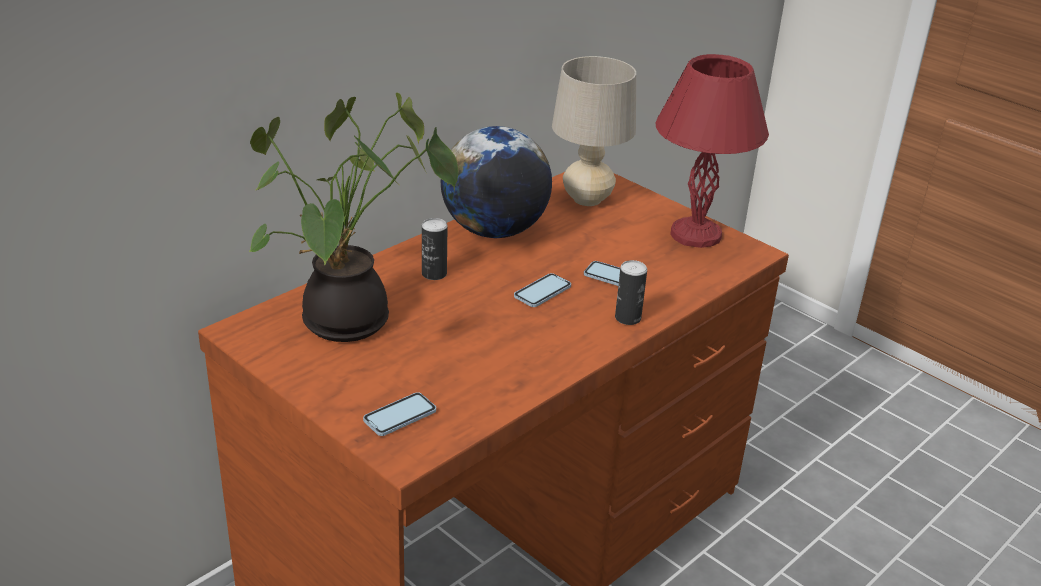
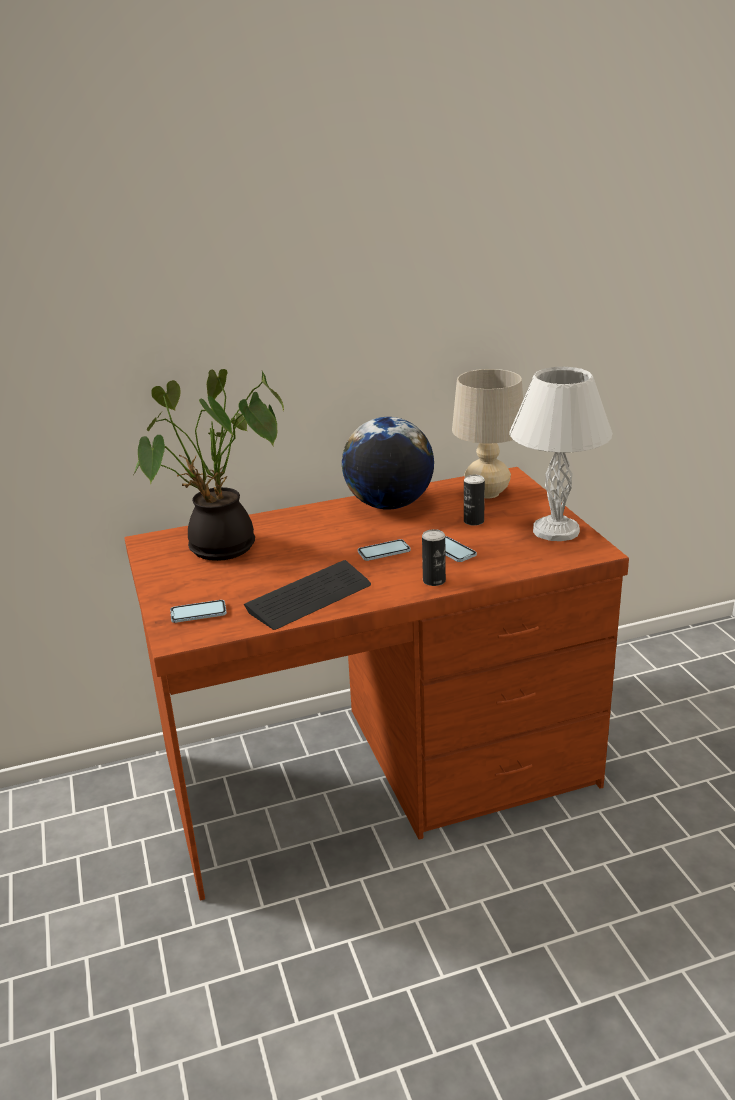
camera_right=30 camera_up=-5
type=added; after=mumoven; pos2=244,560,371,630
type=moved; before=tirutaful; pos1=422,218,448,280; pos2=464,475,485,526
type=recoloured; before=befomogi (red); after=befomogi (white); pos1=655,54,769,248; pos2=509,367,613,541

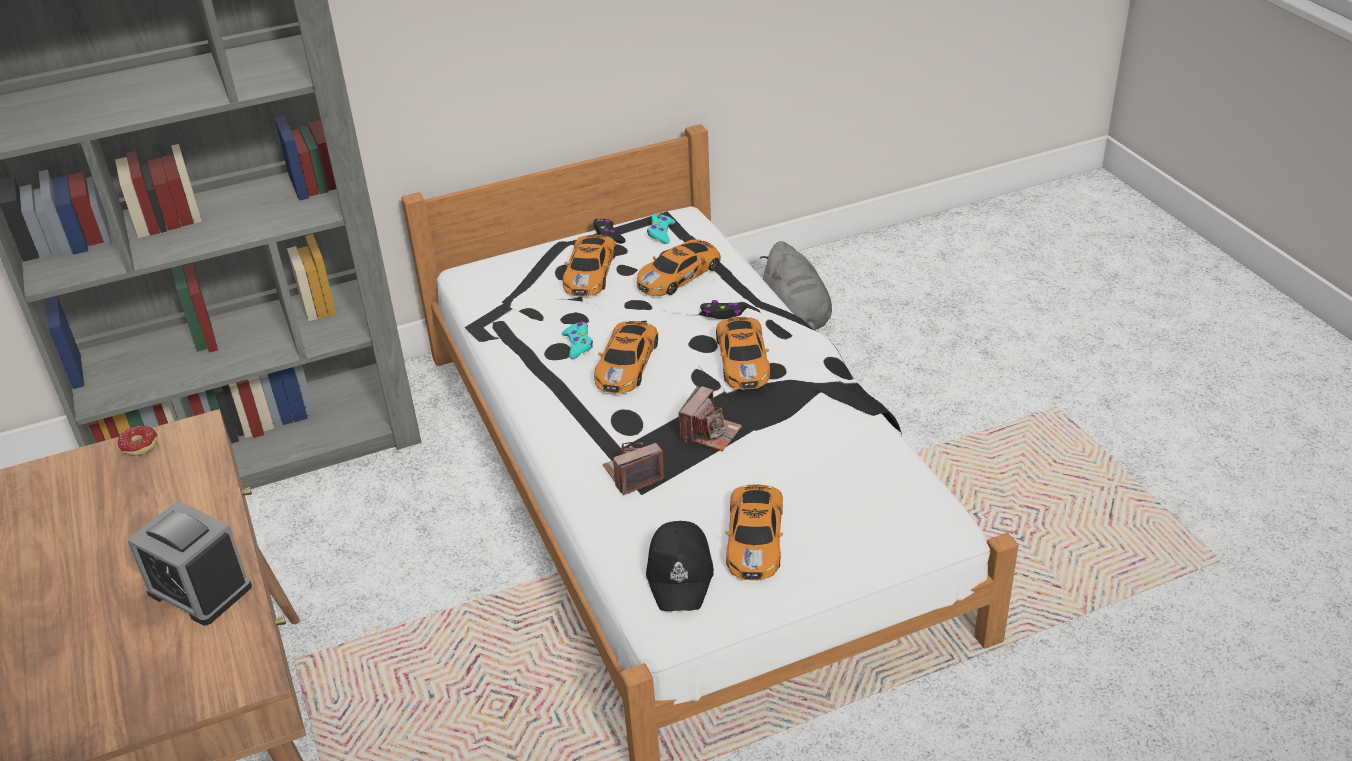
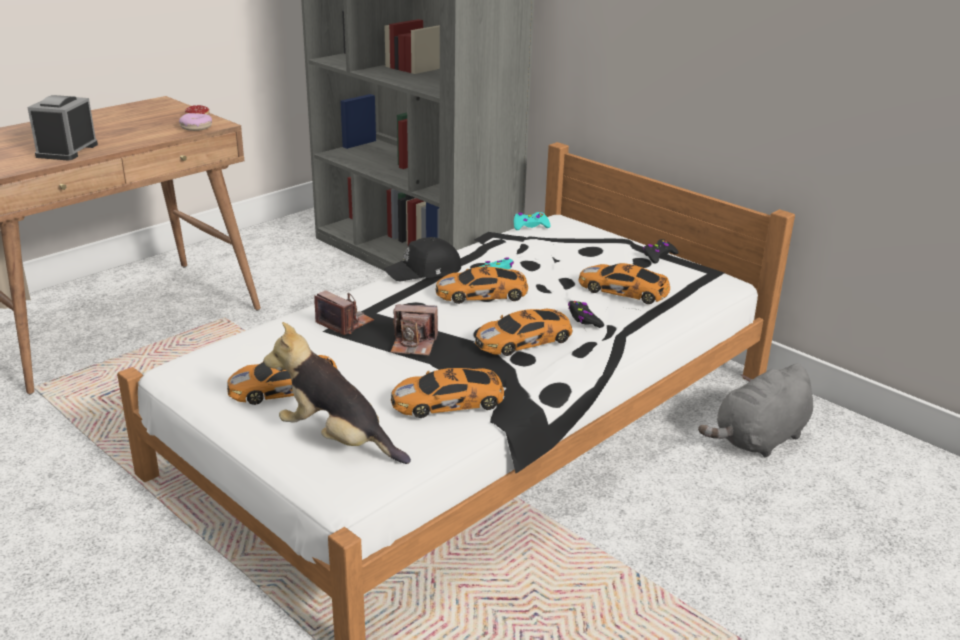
camera_right=65 camera_up=-10
type=added; after=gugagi; pos2=179,113,212,131
type=added; after=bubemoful; pos2=264,322,411,464
type=moved; before=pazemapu; pos1=563,235,616,297; pos2=391,368,504,418
type=moved; before=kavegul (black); pos1=646,521,714,611; pos2=384,237,461,281
type=moved; before=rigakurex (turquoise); pos1=647,214,675,244; pos2=514,212,550,230

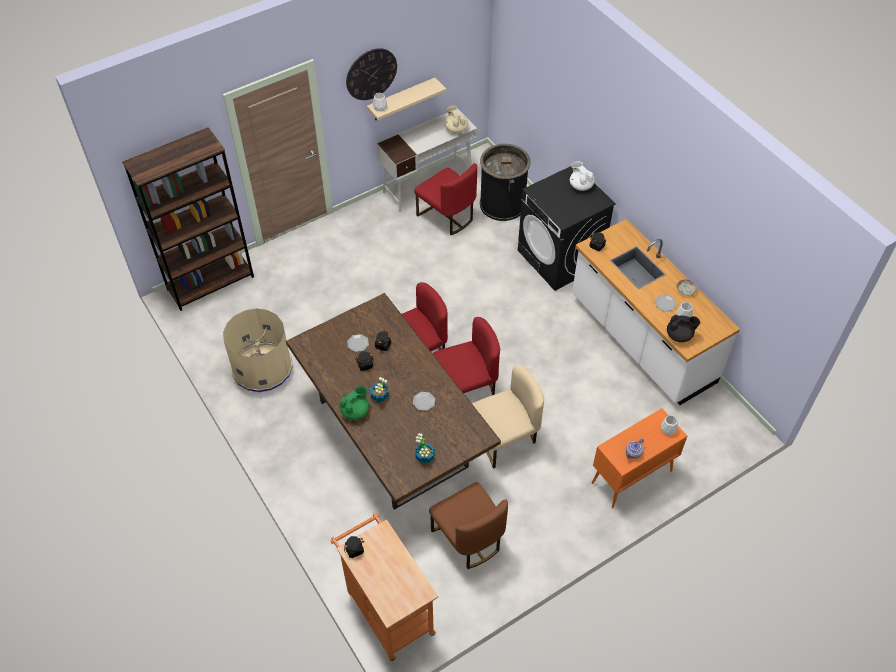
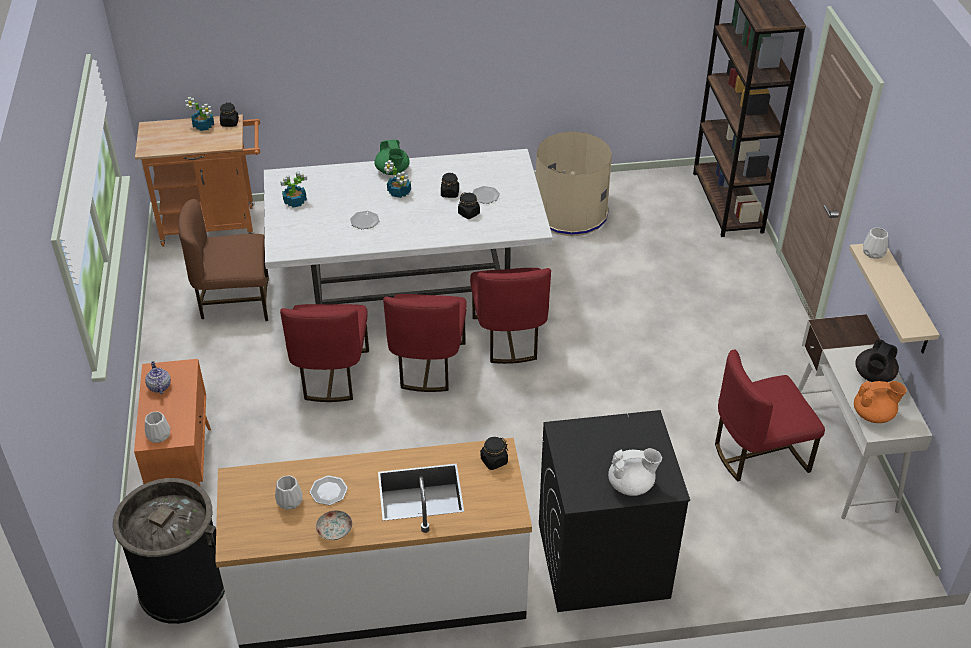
camera_right=115 camera_up=-10
type=removed; before=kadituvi; pos1=346,48,397,100
type=added; after=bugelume; pos2=185,97,214,131
type=moved; before=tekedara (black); pos1=480,144,531,221; pos2=113,478,225,624
type=moved; before=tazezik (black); pos1=667,315,700,342; pos2=855,339,899,382
type=recoloured; before=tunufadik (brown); after=tunufadik (white); pos1=286,293,501,510; pos2=264,149,553,304
type=recoloured; before=tazezik (beige); after=tazezik (orange); pos1=445,106,468,133; pos2=854,381,907,423
type=recoloured; before=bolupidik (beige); after=bolupidik (red); pos1=472,365,544,469; pos2=280,304,369,402

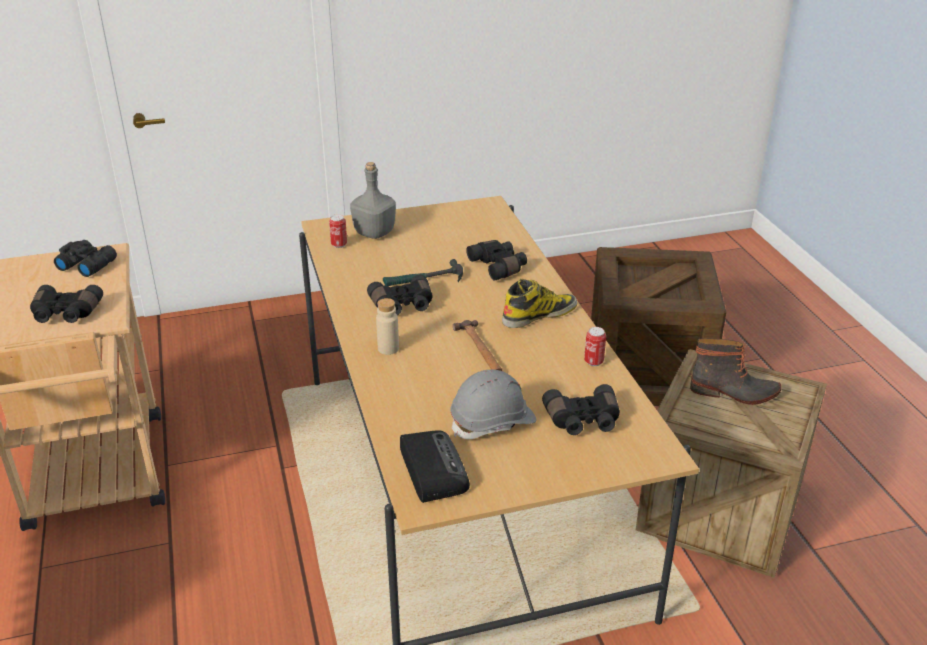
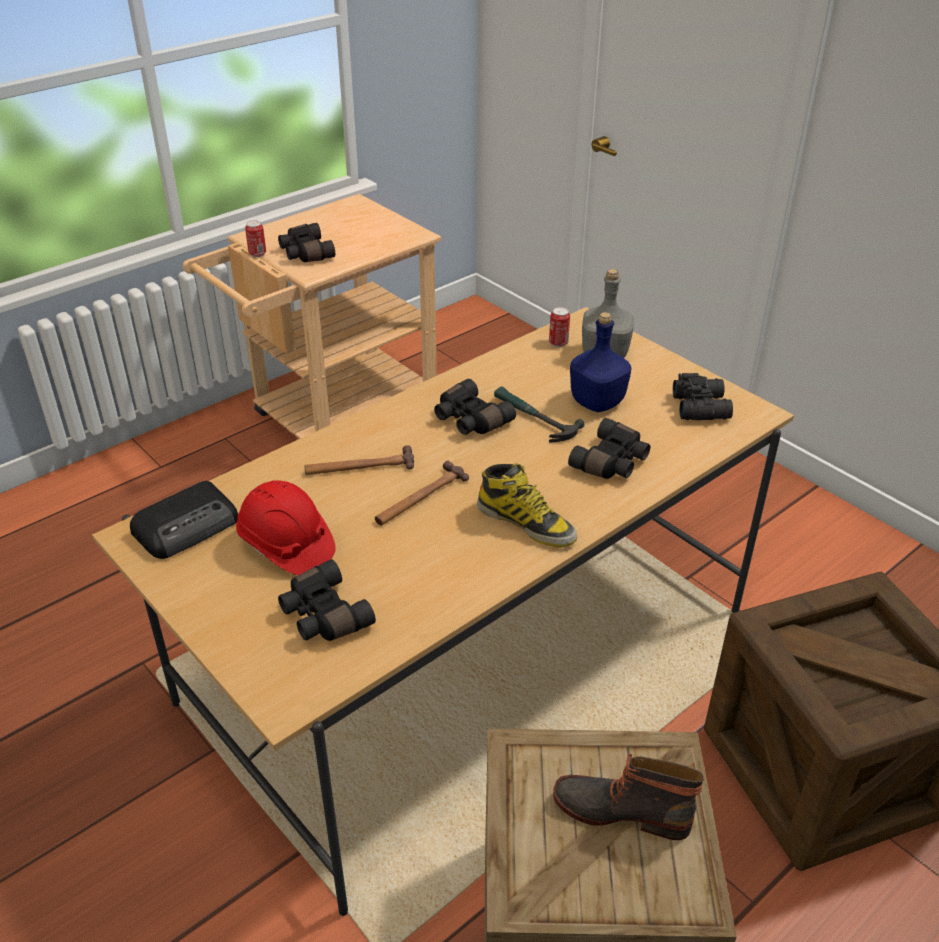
camera_right=65 camera_up=5
type=removed; before=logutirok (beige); pos1=376,298,399,355
type=added; after=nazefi; pos2=305,445,414,475
type=added; after=logutirok (blue); pos2=570,312,631,412
type=moved; before=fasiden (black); pos1=54,240,117,277; pos2=673,373,733,420
type=moved; before=tirutaful; pos1=584,327,606,366; pos2=245,220,266,257
type=recoloured; before=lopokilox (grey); after=lopokilox (red); pos1=450,370,536,439; pos2=236,480,336,576
type=turned; before=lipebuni; pos1=690,338,781,405; pos2=553,754,704,840; turn=120

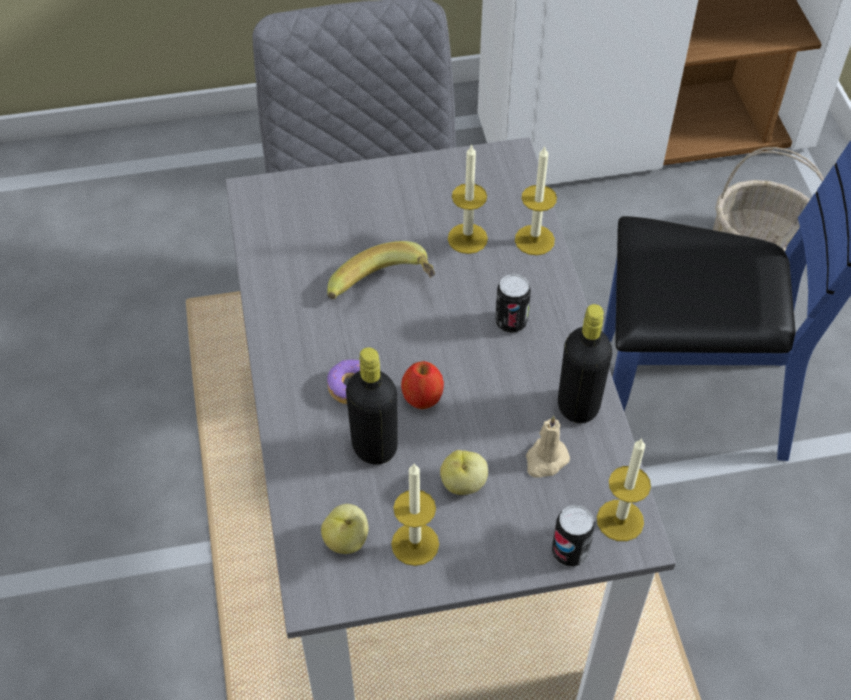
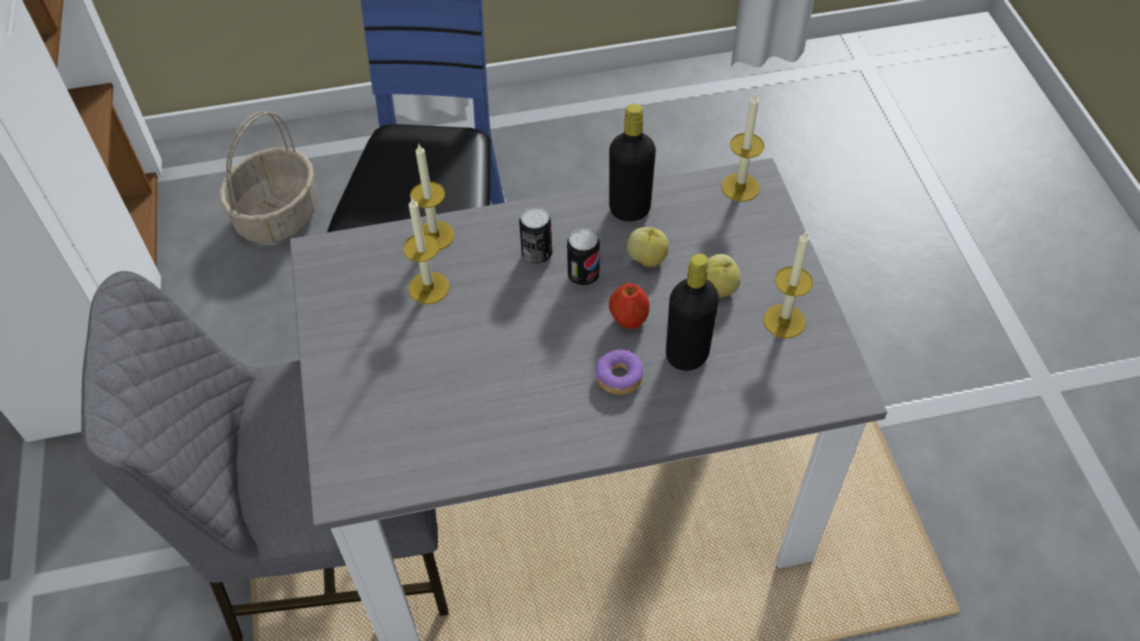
camera_right=-90 camera_up=0
type=removed; before=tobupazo; pos1=327,241,435,299
type=removed; before=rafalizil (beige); pos1=526,415,570,478
type=moved; before=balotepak; pos1=321,504,368,554; pos2=627,227,669,267
type=moved; before=tirutaful; pos1=552,505,595,567; pos2=567,228,600,286

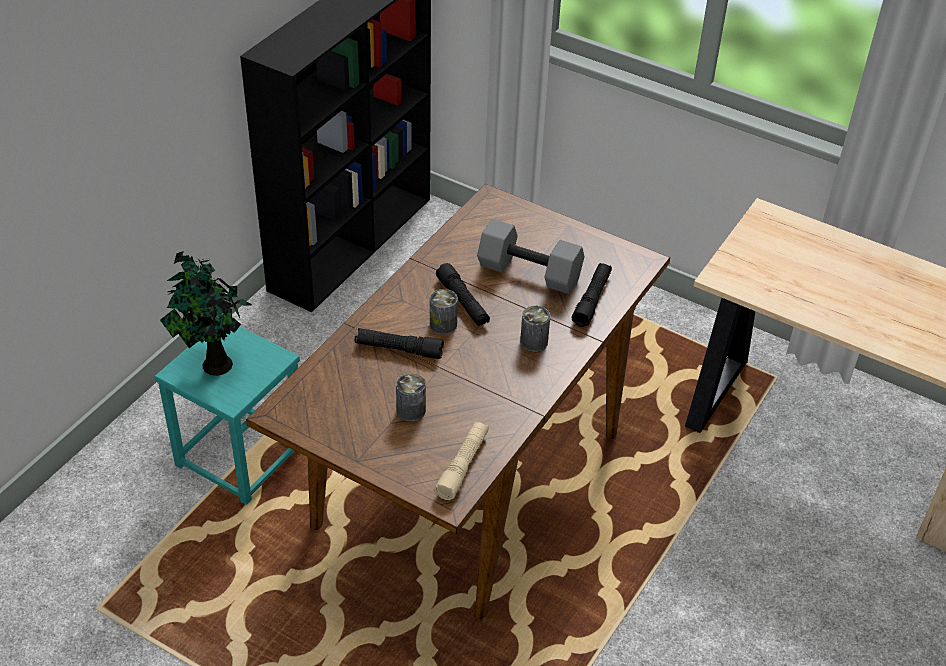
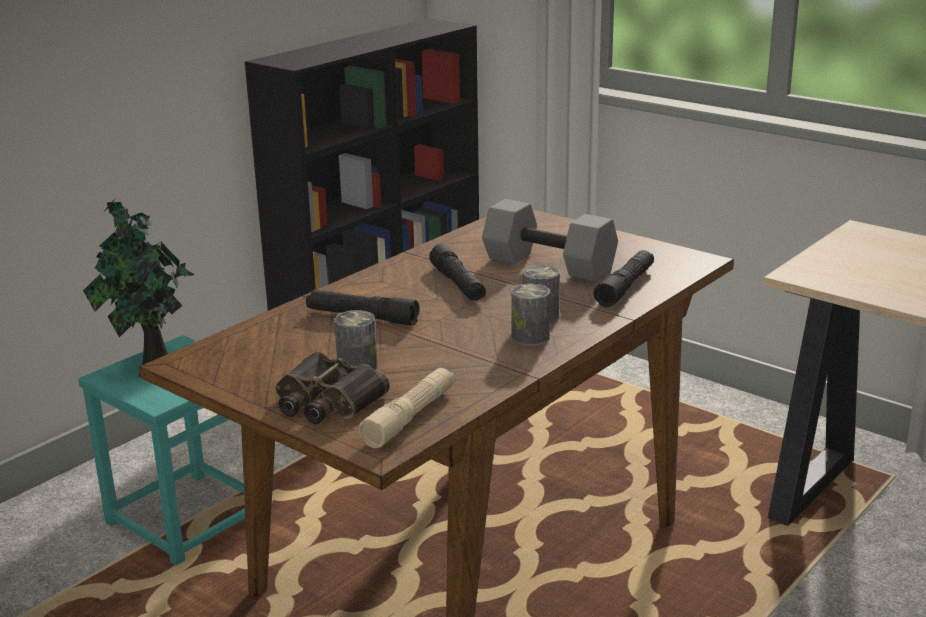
camera_right=10 camera_up=-20
type=added; after=fasiden; pos2=275,352,390,424
type=moved; before=tirutaful; pos1=430,289,458,335; pos2=511,283,550,346

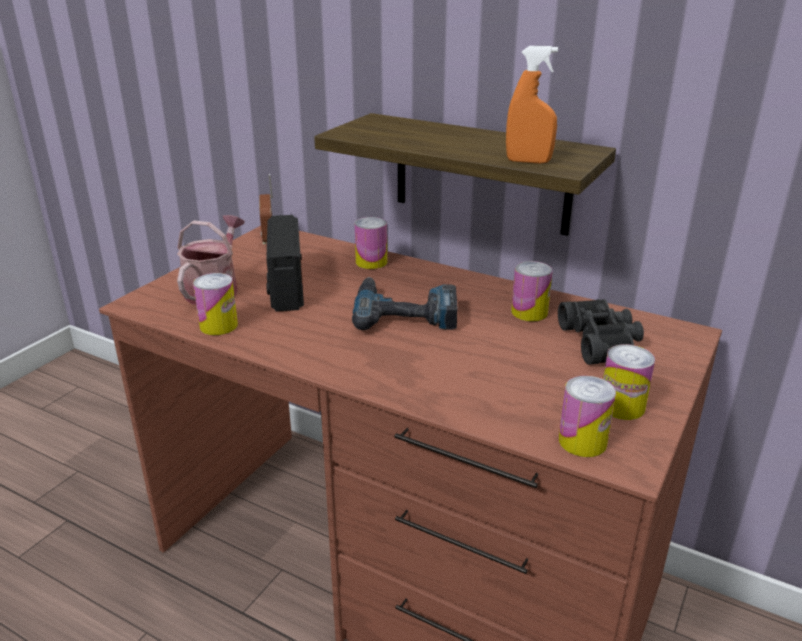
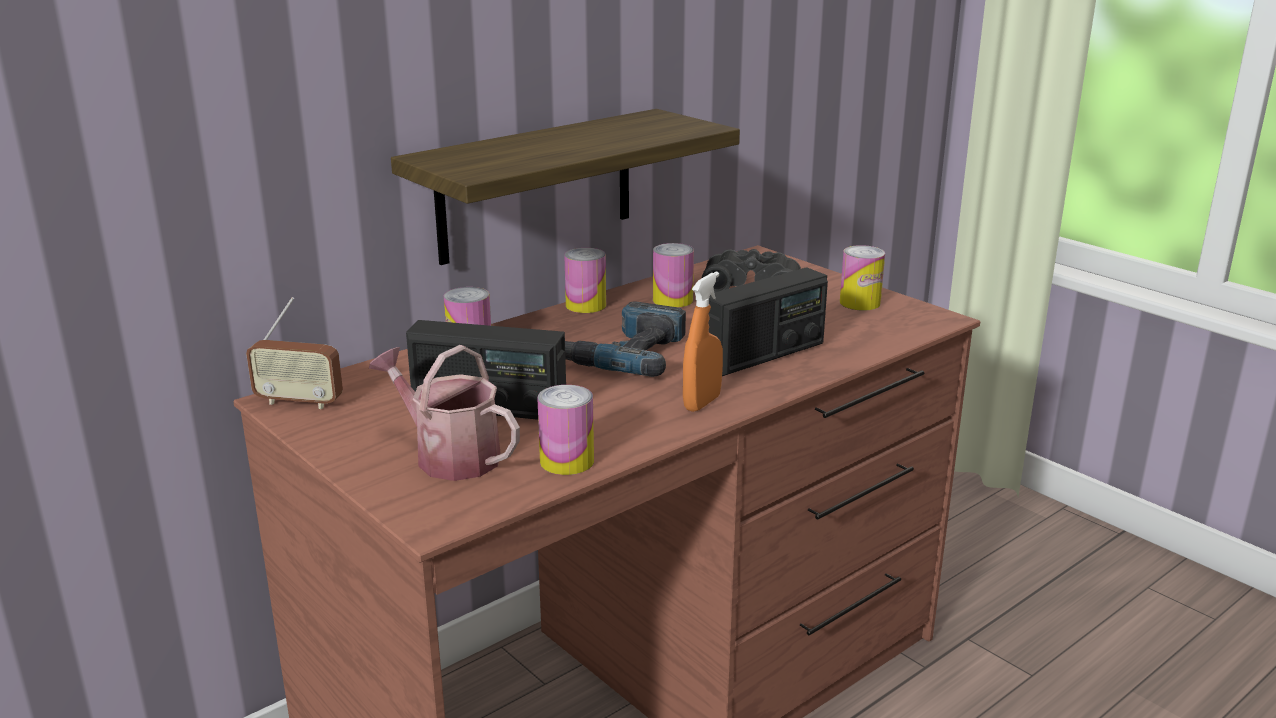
camera_right=-70 camera_up=-5
type=added; after=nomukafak; pos2=708,267,828,376
type=moved; before=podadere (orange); pos1=506,46,558,164; pos2=683,272,723,412
type=moved; before=tirutaful; pos1=559,376,616,457; pos2=564,248,606,313

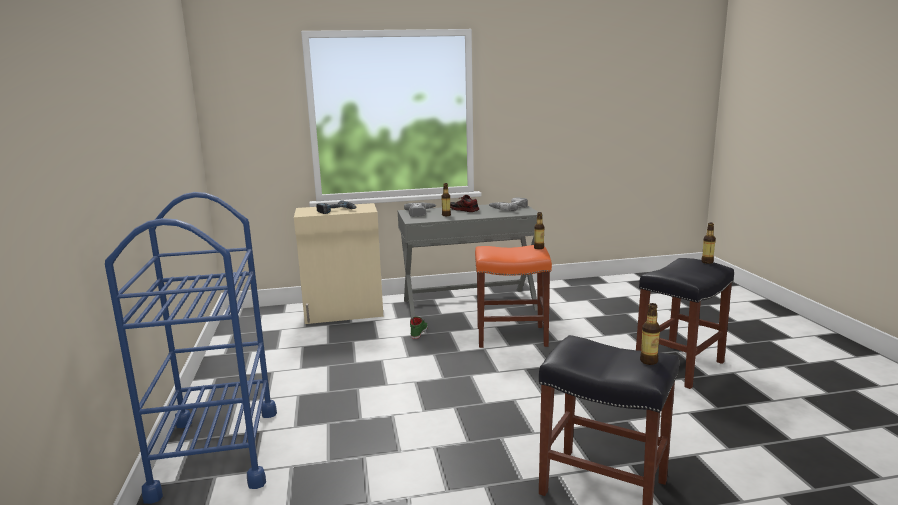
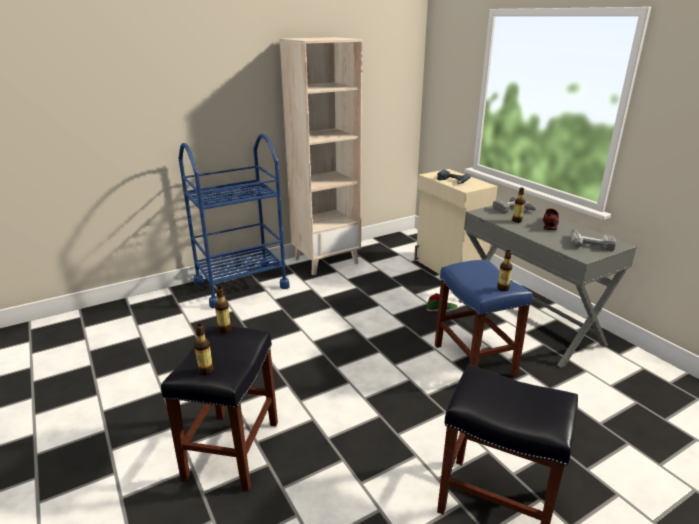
camera_right=70 camera_up=10
type=added; after=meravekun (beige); pos2=279,37,363,275
type=moved; before=logutirok; pos1=701,222,716,264; pos2=215,287,232,333
type=recoloured; before=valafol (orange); after=valafol (blue); pos1=475,245,552,348; pos2=435,260,533,377

